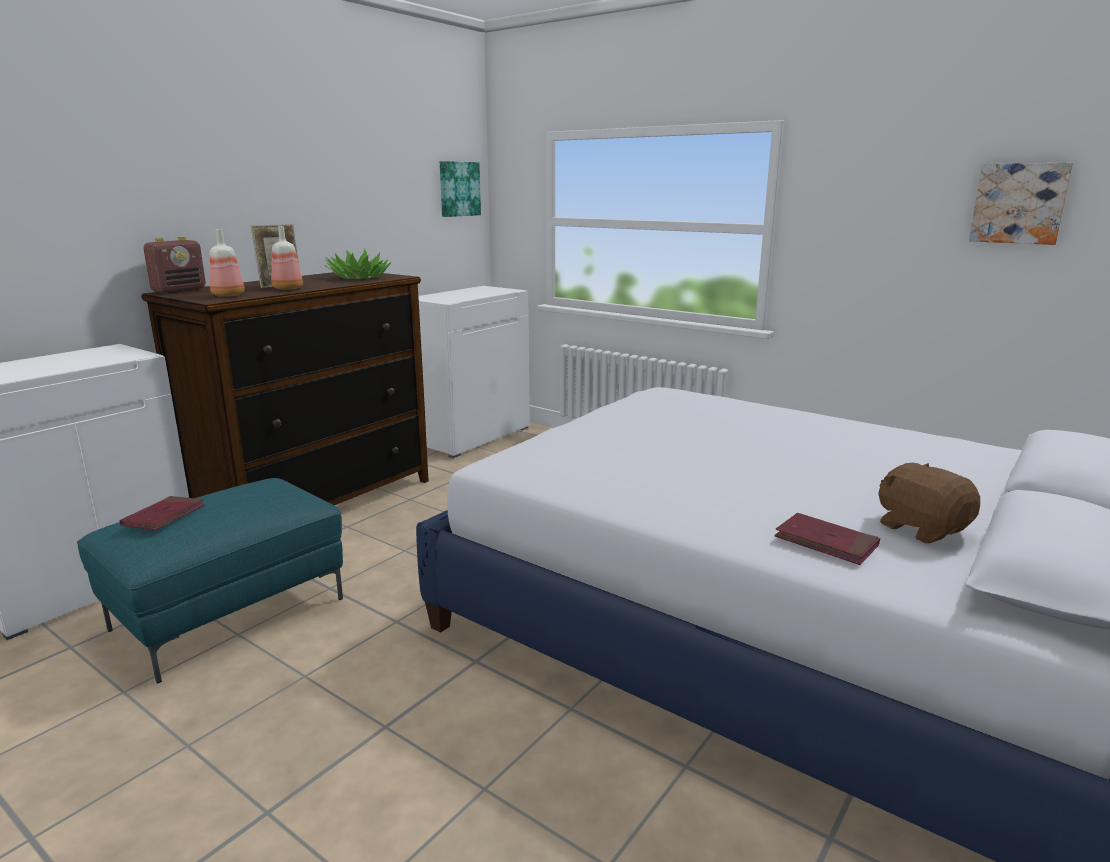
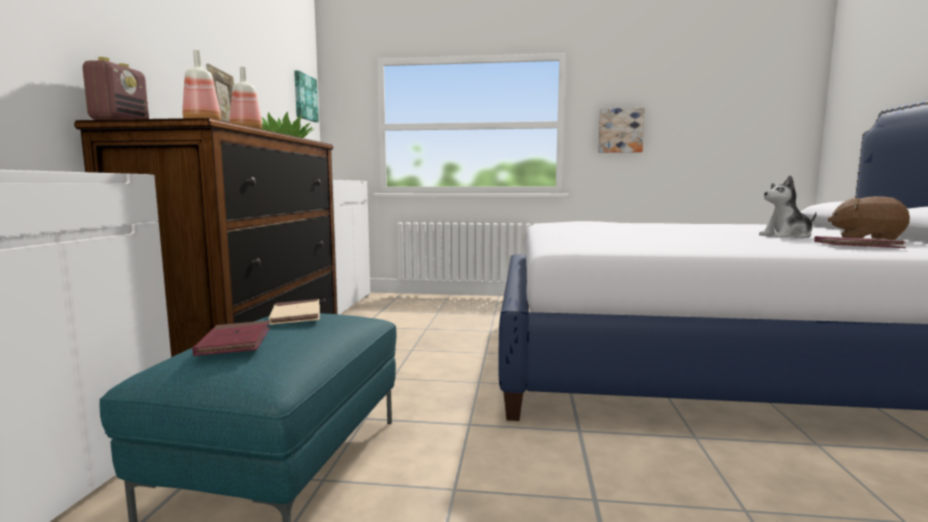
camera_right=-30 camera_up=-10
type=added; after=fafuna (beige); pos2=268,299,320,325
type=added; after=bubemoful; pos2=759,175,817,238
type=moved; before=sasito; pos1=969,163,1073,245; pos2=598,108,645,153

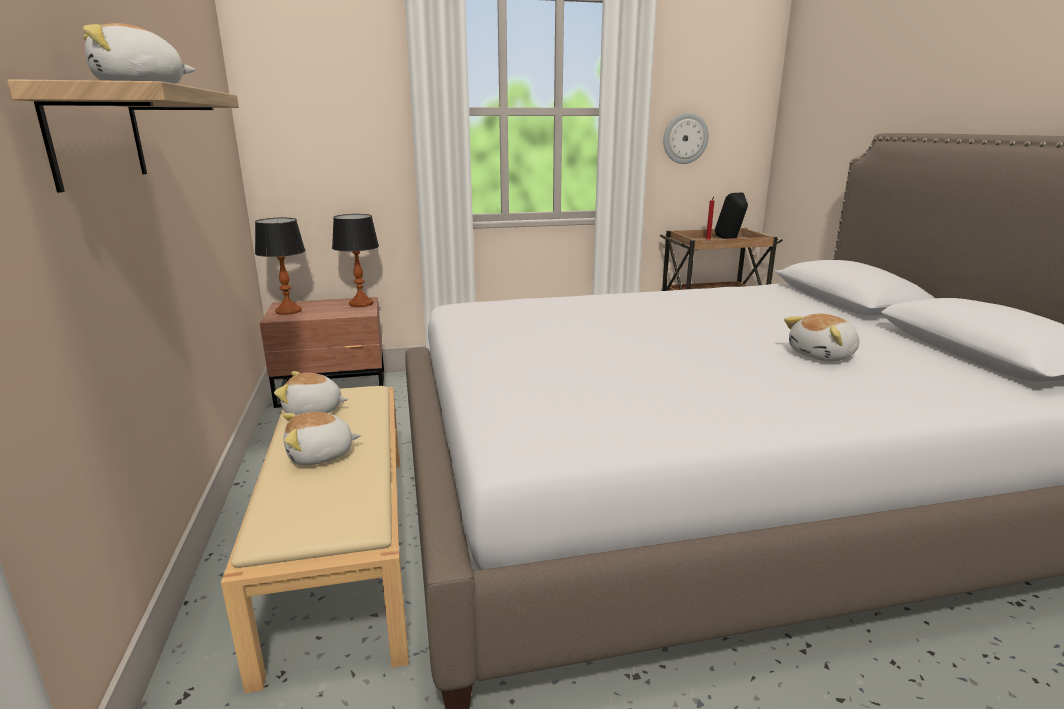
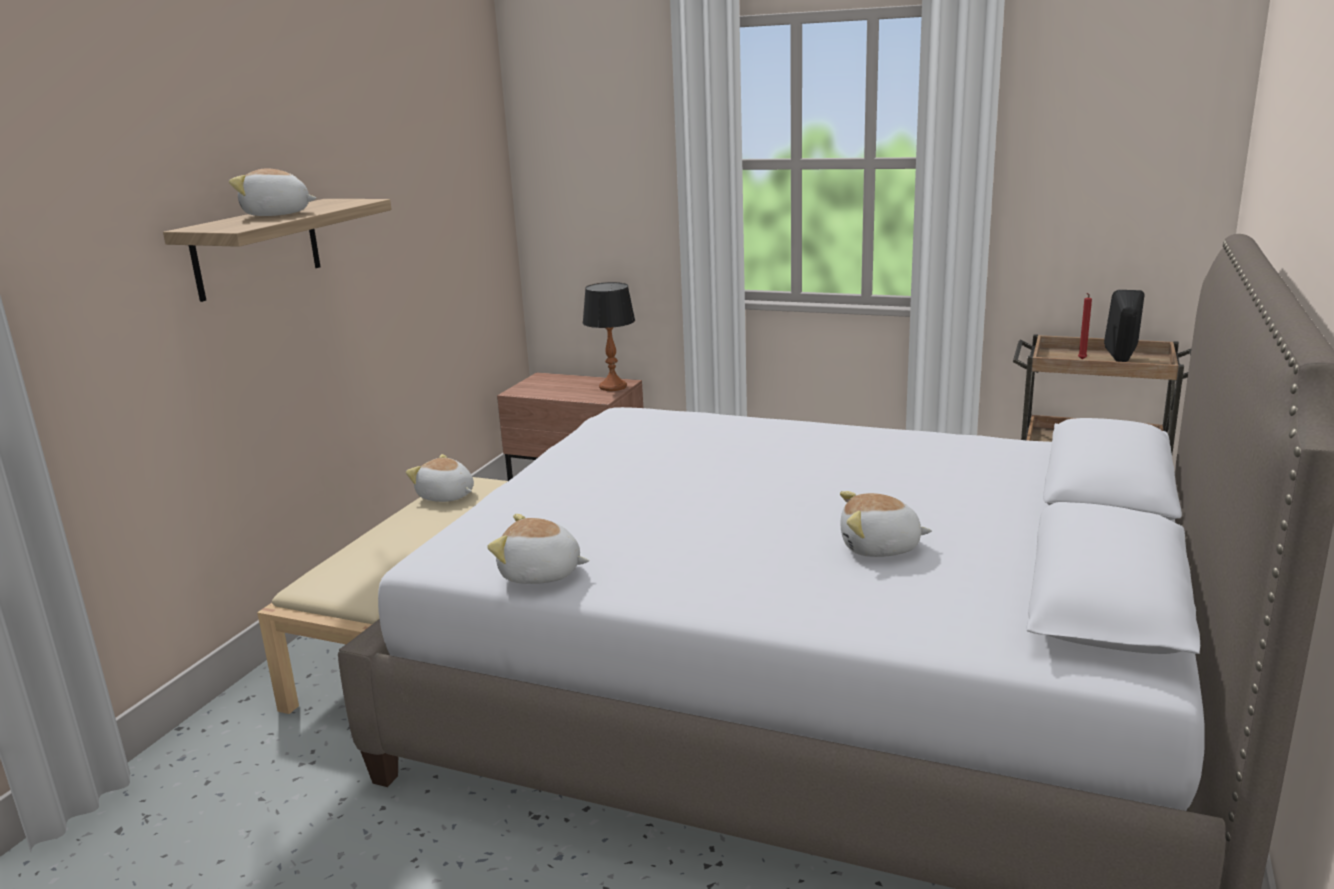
camera_right=35 camera_up=0
type=removed; before=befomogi; pos1=255,218,306,315
type=removed; before=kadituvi; pos1=663,113,709,164
type=moved; before=bubemoful; pos1=283,412,361,465; pos2=487,514,589,584

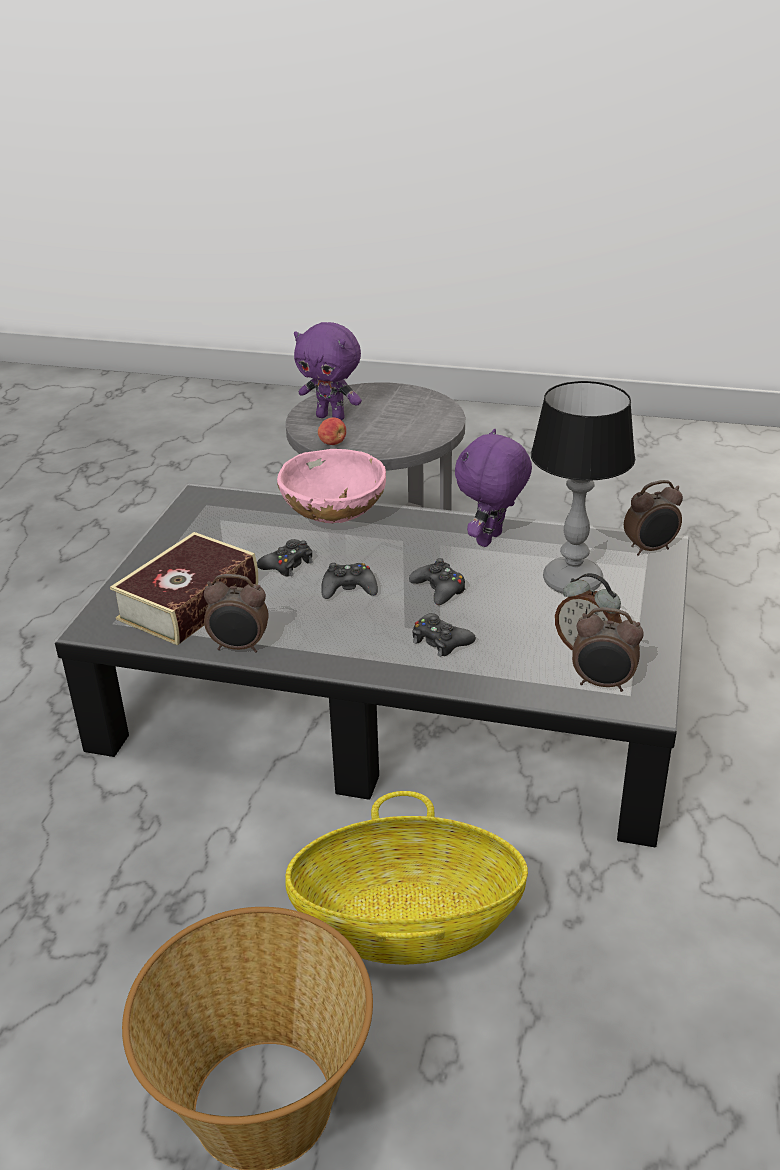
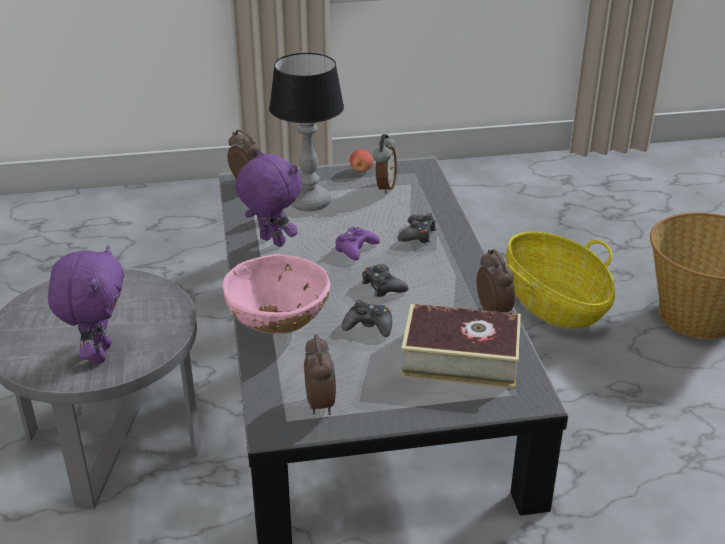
camera_right=-115 camera_up=0
type=moved; before=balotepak; pos1=318,417,346,445; pos2=350,149,373,172
type=moved; before=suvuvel; pos1=572,607,643,692; pos2=304,334,336,415
type=recoloured; before=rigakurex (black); after=rigakurex (purple); pos1=409,558,465,605; pos2=335,227,380,261
type=turned; before=bubemoful (purple); pos1=455,429,532,547; pos2=235,151,301,247; turn=-150

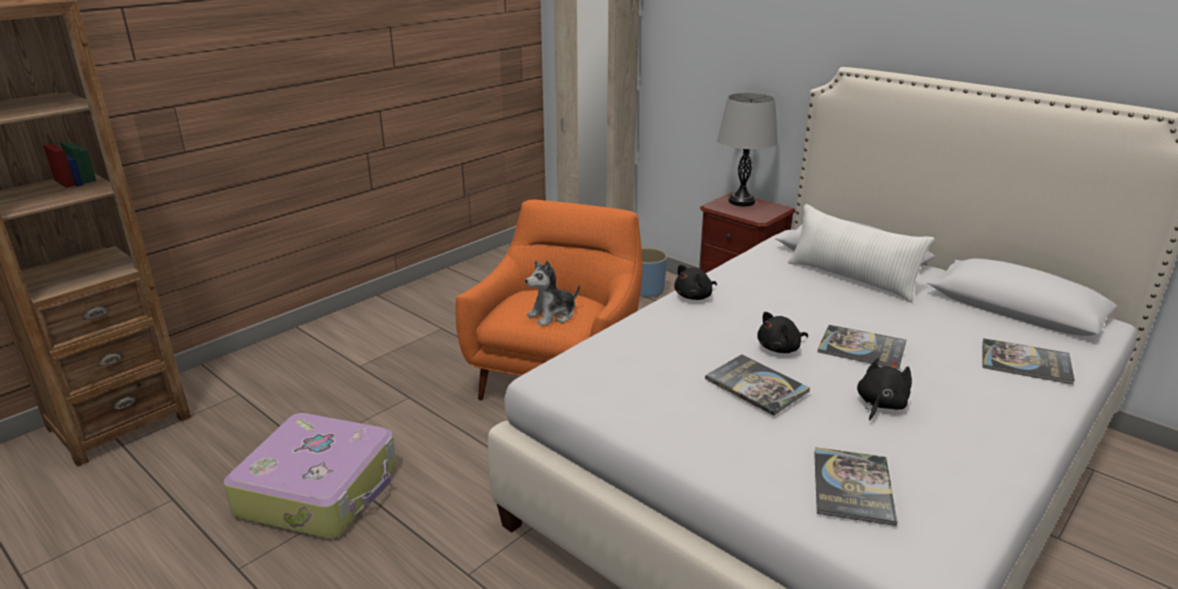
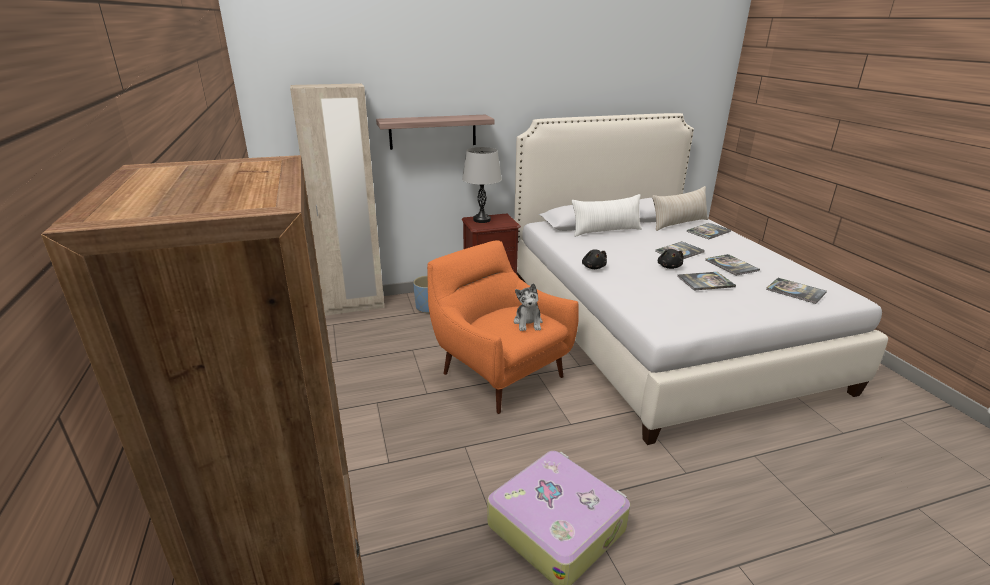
camera_right=-60 camera_up=0
type=added; after=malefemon; pos2=376,114,495,150
type=added; after=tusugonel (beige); pos2=652,186,708,231
type=replaced; before=bubemoful (black); after=fafuna; pos1=857,357,912,420; pos2=705,254,760,276

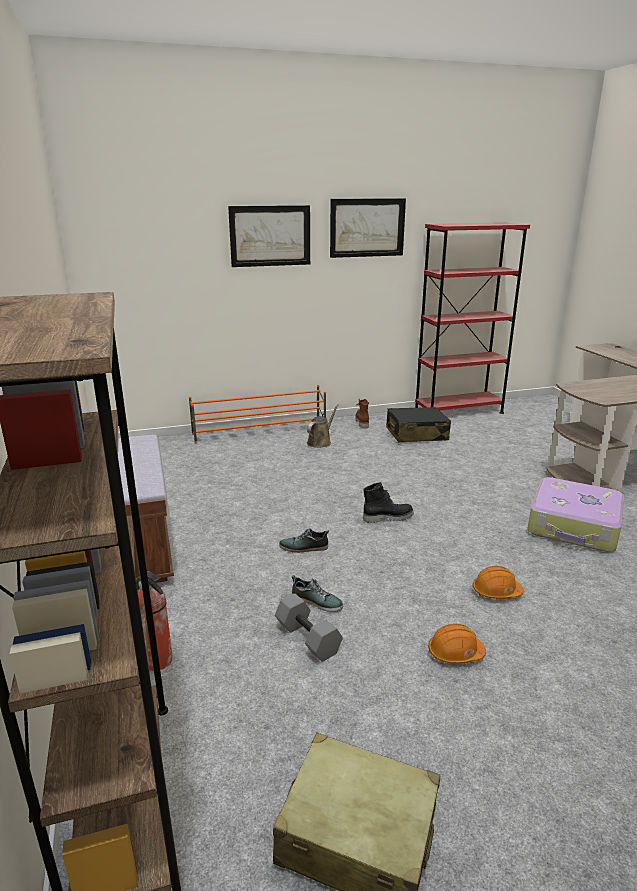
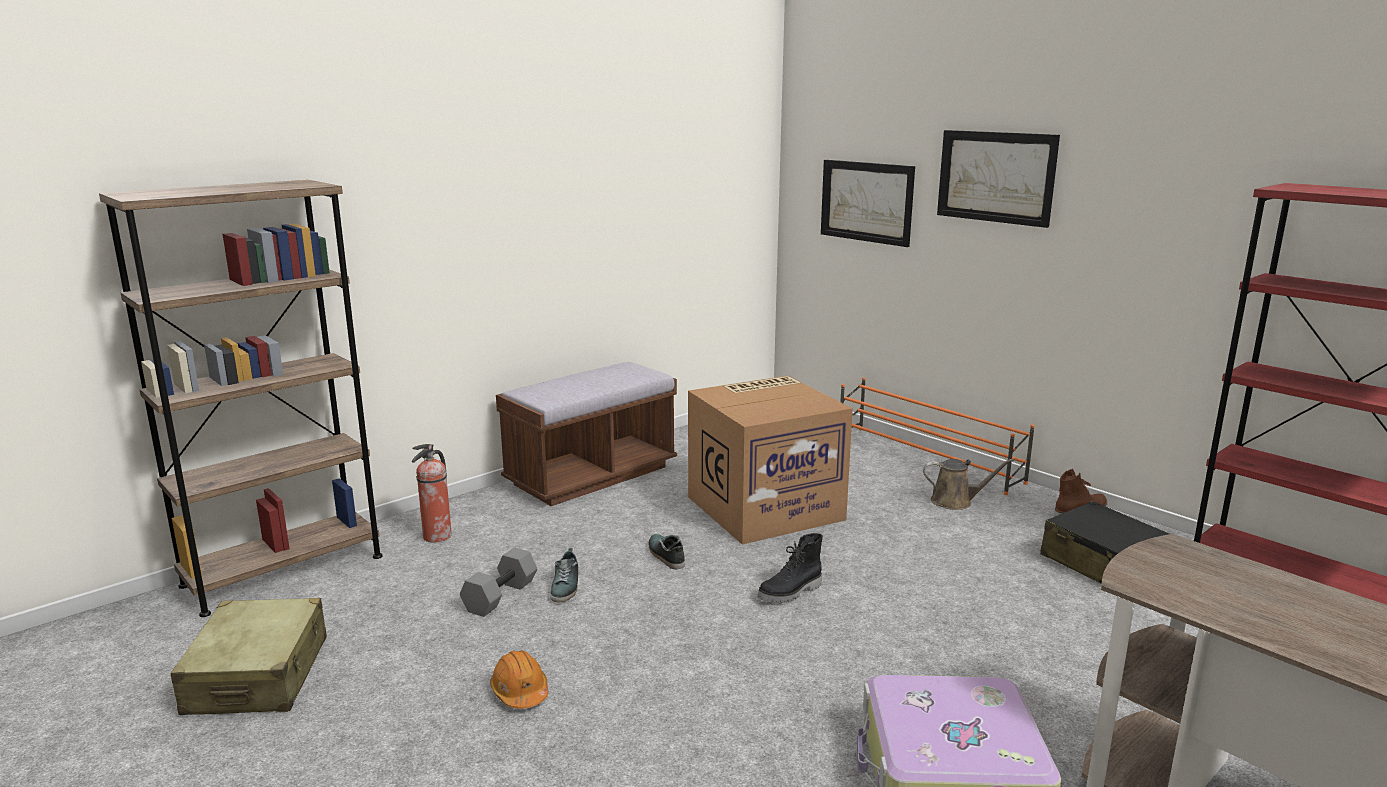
camera_right=65 camera_up=-5
type=removed; before=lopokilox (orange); pos1=473,566,524,599
type=added; after=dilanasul; pos2=688,376,853,544
type=moved; before=sasito; pos1=330,198,406,258; pos2=821,160,915,247
type=turned; before=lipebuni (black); pos1=363,482,414,523; pos2=757,533,823,603; turn=90

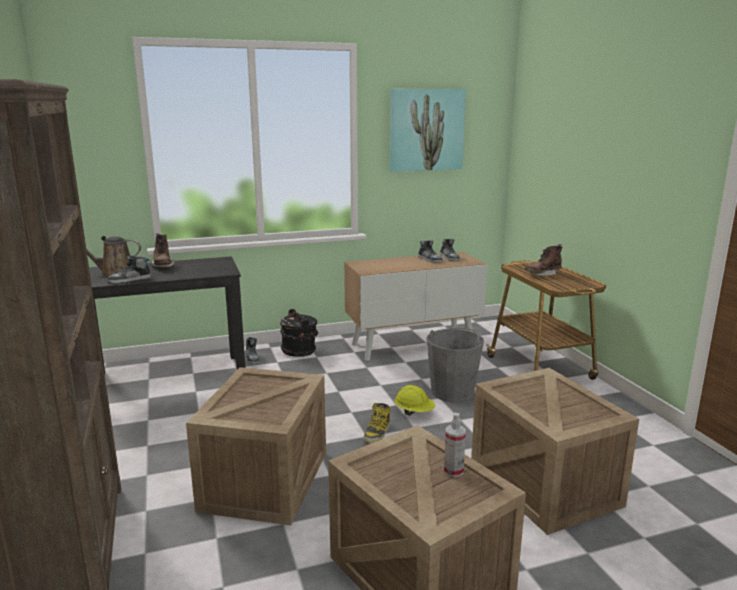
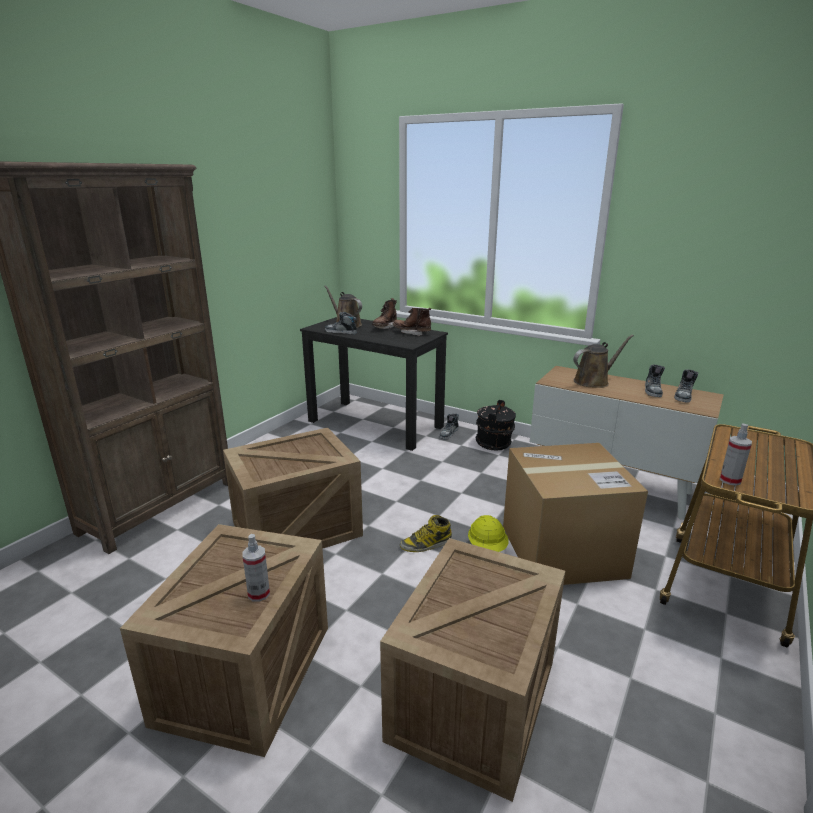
camera_right=50 camera_up=5
type=removed; before=sasito; pos1=390,89,466,172
type=added; after=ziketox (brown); pos2=573,335,634,388
type=added; after=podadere; pos2=720,423,752,486
type=moved; before=lipebuni (brown); pos1=525,244,563,276; pos2=393,308,431,336
type=replaced; before=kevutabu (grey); after=dilanasul; pos1=426,327,484,402; pos2=503,443,648,585

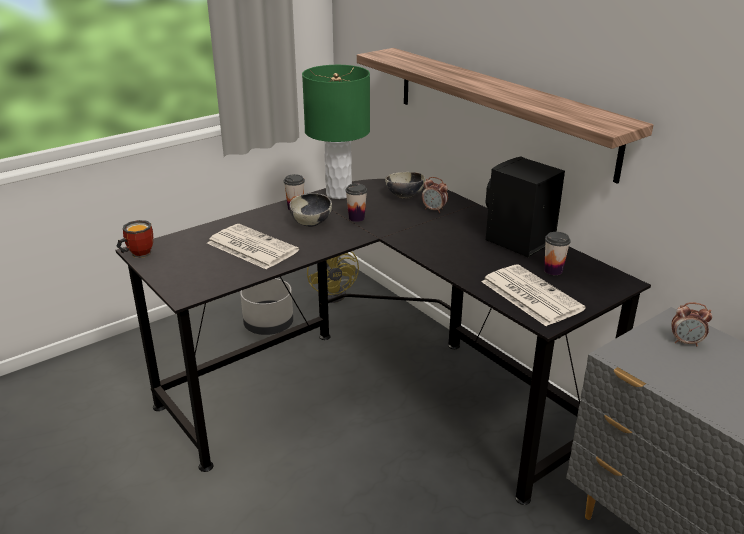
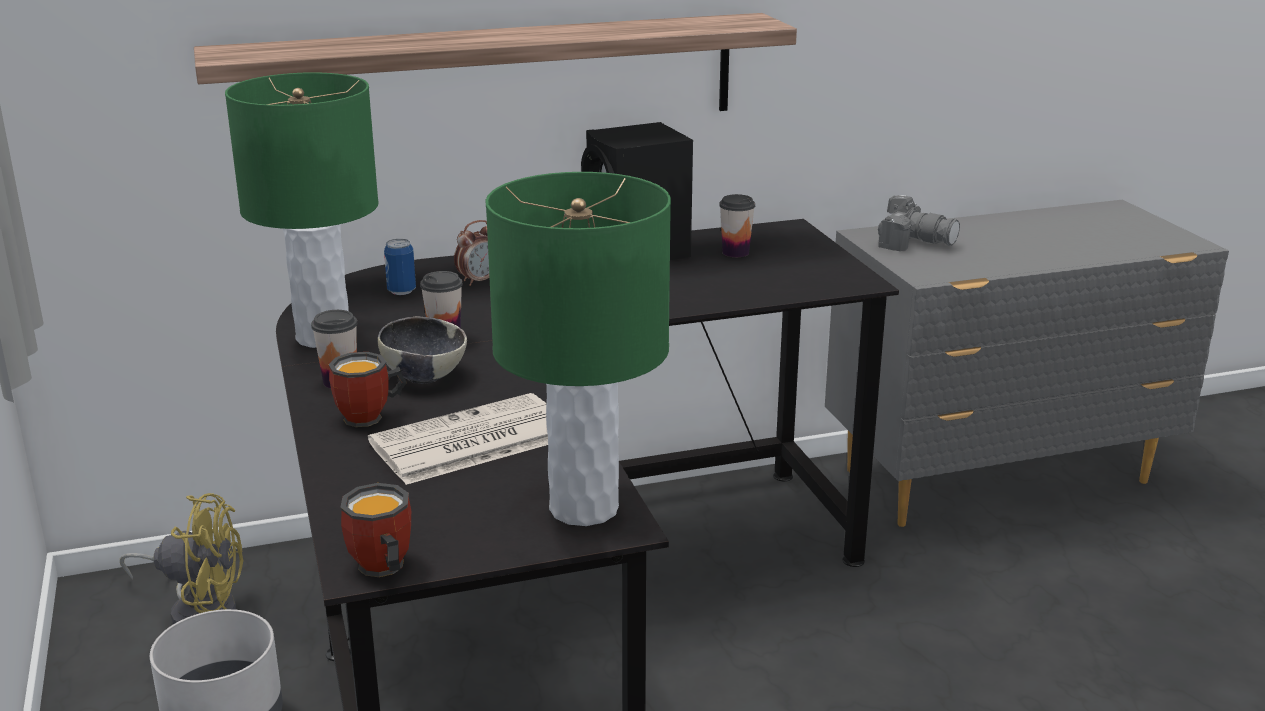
camera_right=-70 camera_up=-5
type=removed; before=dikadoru; pos1=481,265,586,326
type=added; after=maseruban; pos2=329,352,407,427
type=added; after=befomogi (green); pos2=485,172,671,526
type=replaced; before=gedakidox; after=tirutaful; pos1=385,172,425,199; pos2=384,239,416,295
type=replaced; before=suvuvel; after=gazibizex; pos1=672,302,712,347; pos2=878,195,960,251

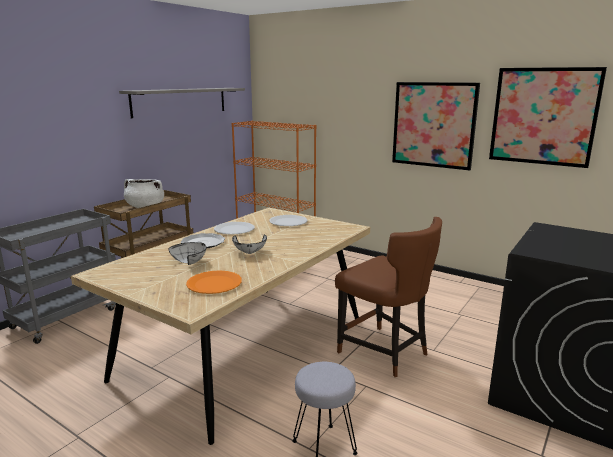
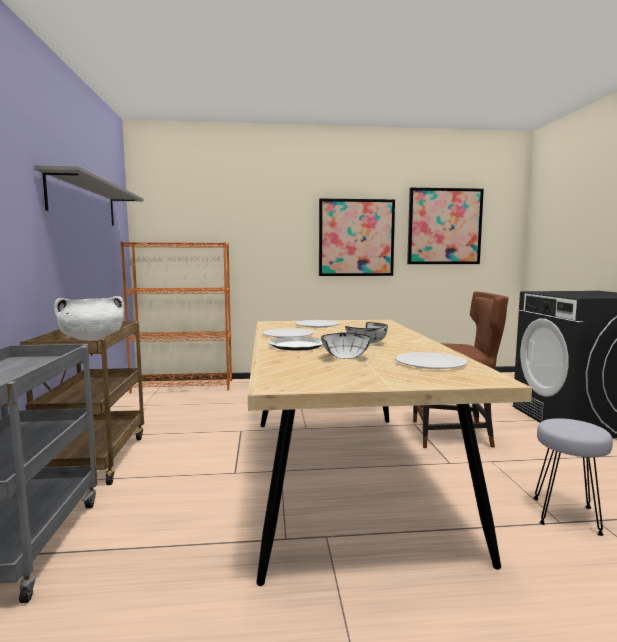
camera_right=-40 camera_up=-10
type=recoloured; before=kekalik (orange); after=kekalik (white); pos1=186,270,242,294; pos2=395,352,468,369

